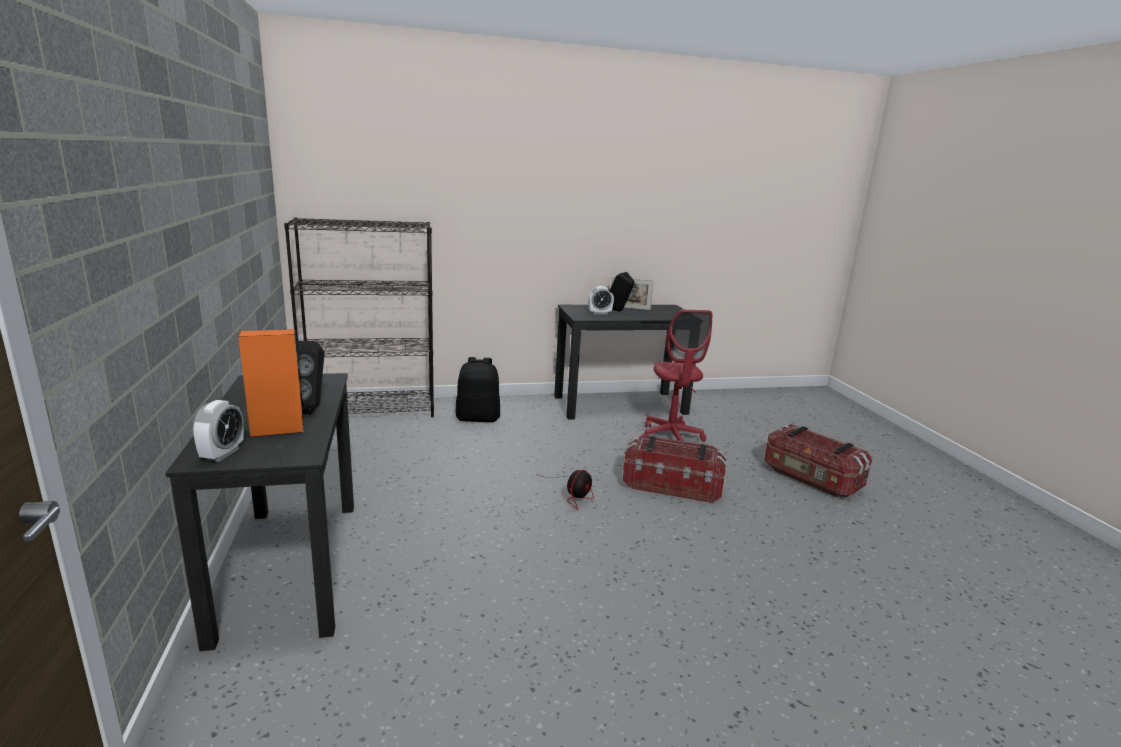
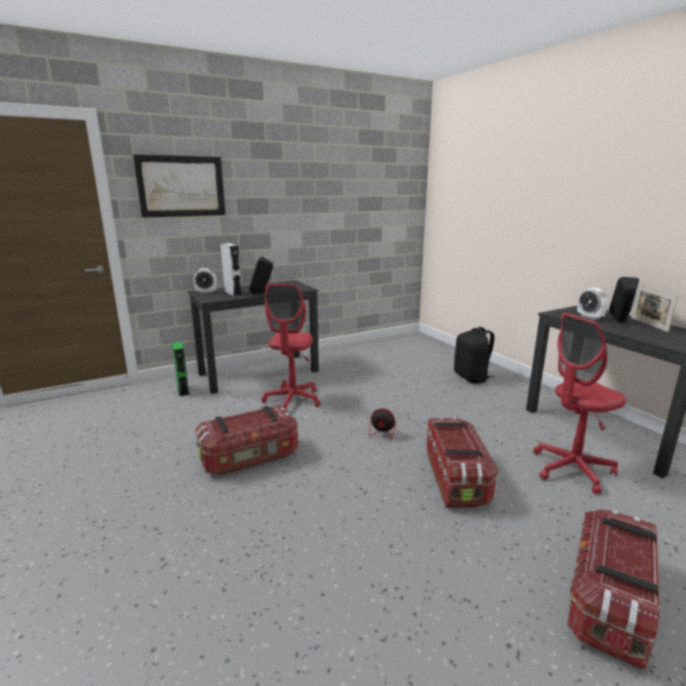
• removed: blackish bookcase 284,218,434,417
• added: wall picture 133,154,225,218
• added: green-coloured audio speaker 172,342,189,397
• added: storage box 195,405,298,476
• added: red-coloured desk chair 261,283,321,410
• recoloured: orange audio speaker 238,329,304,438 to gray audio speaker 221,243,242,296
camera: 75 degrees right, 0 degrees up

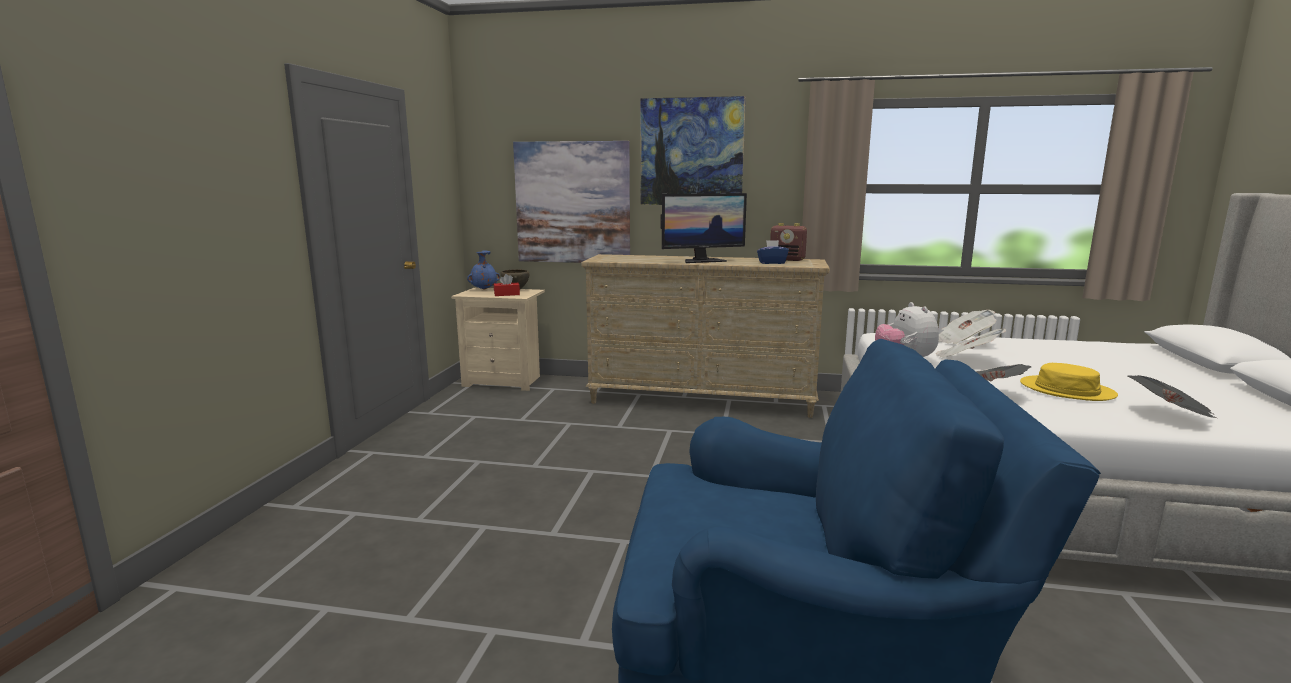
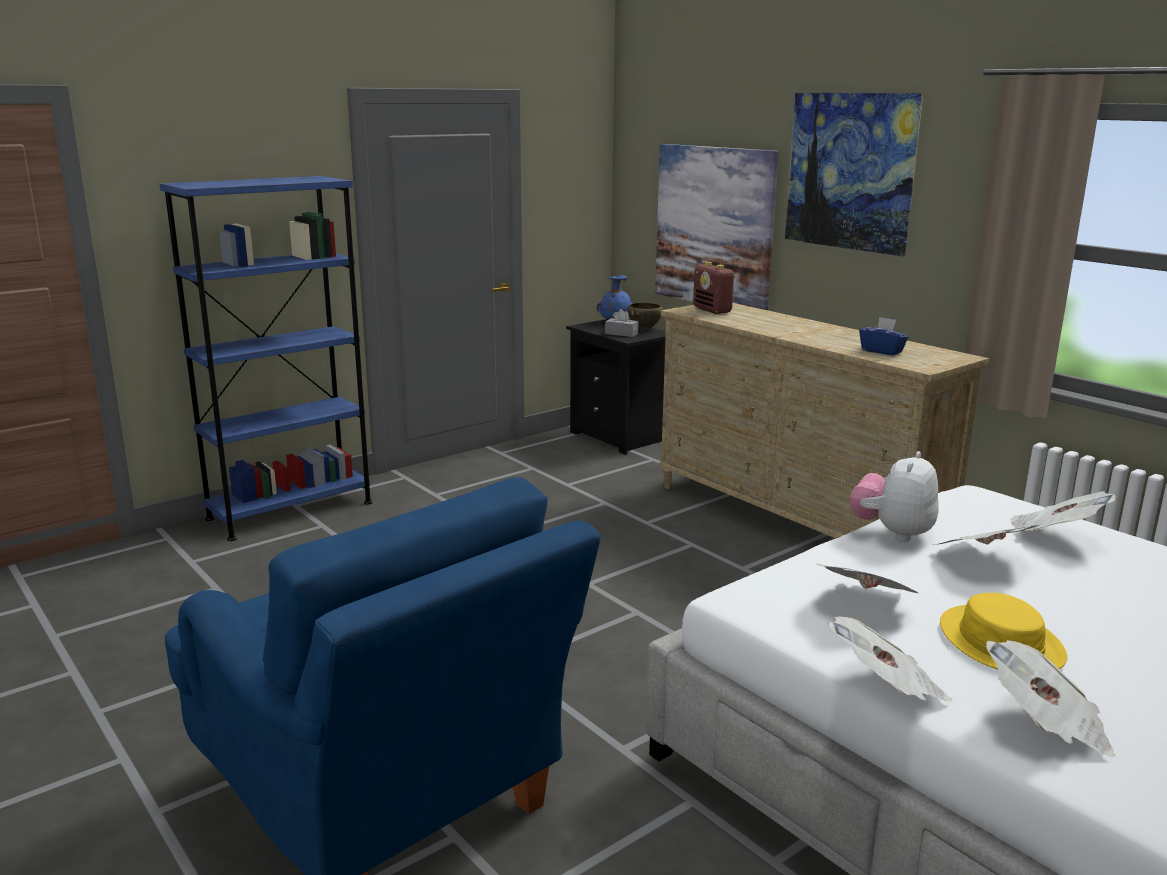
• removed: computer screen 660,193,747,263
• added: blue bookcase 160,176,372,541
• added: printed paper 827,617,952,702
• moved: radio 770,223,807,261 to 693,262,736,314
• recoloured: beige-coloured bedside table 451,287,545,391 to blackish bedside table 566,319,666,455
• recoloured: red-coloured box of tissues 494,274,520,296 to gray box of tissues 605,309,639,337
camera: 40 degrees right, 5 degrees up

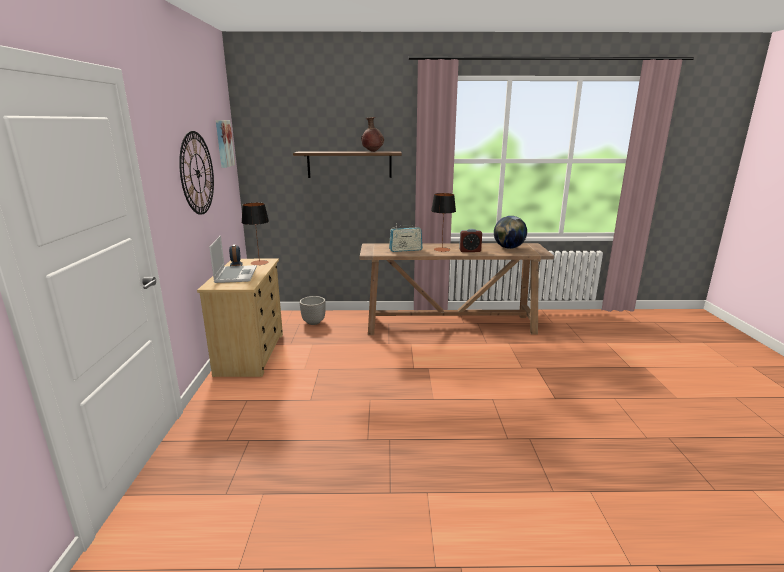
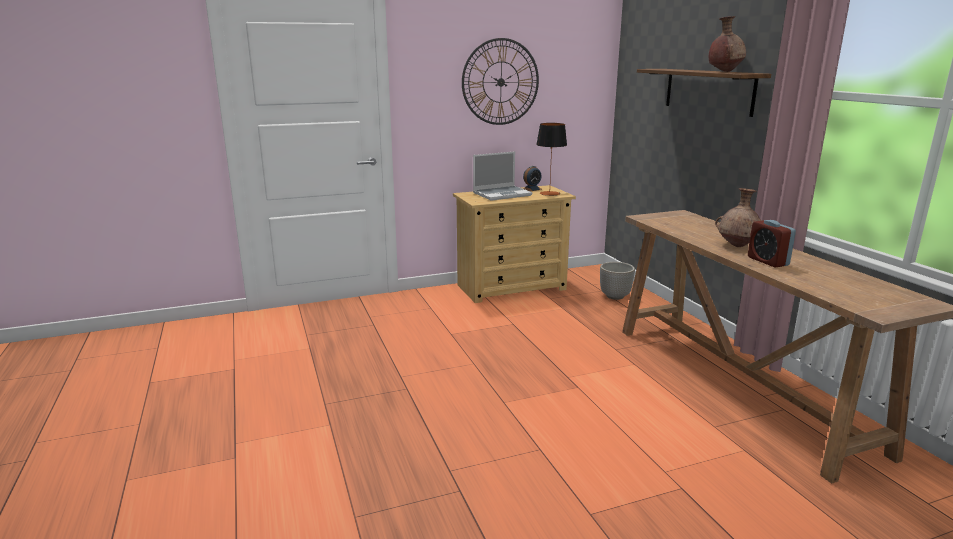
• removed: wall picture 216,120,235,168
• removed: radio 389,224,423,252
• removed: desk globe 494,216,527,249
• replaced: lamp for a table 431,193,456,252 to brownish decorative vase 715,188,763,247
camera: 70 degrees right, 0 degrees up

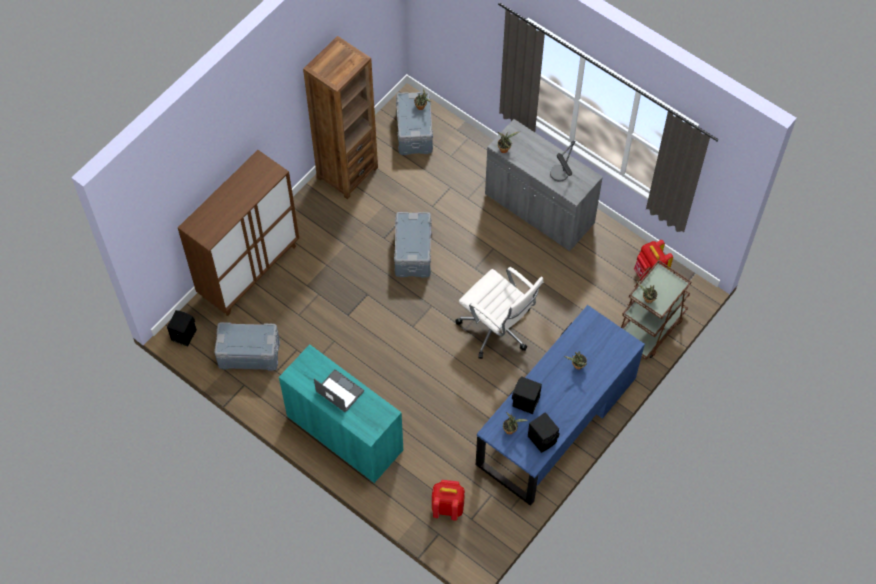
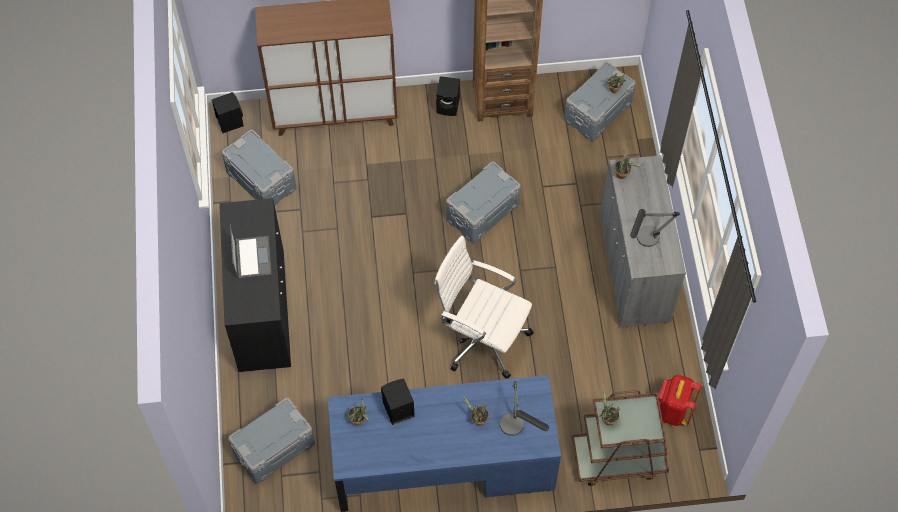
• added: lamp for a table 500,381,549,436
• moved: blackish audio speaker 528,412,560,453 to 436,76,460,116
• replaced: red-coloured rucksack 432,480,465,521 to gray storage box 228,398,315,484
• recoloured: turquoise-coloured cabinet 279,344,403,483 to blackish cabinet 219,198,291,372
• turned: whitish desk chair 455,267,544,359 = 434,236,534,379 120 degrees clockwise
camera: 45 degrees right, 0 degrees up

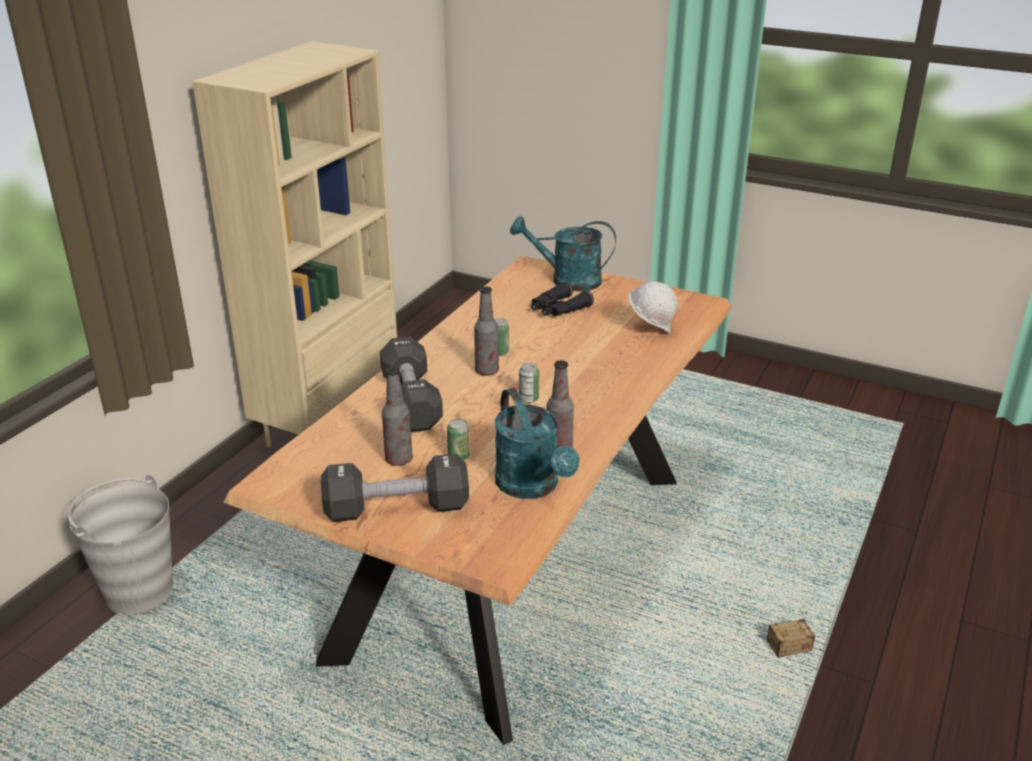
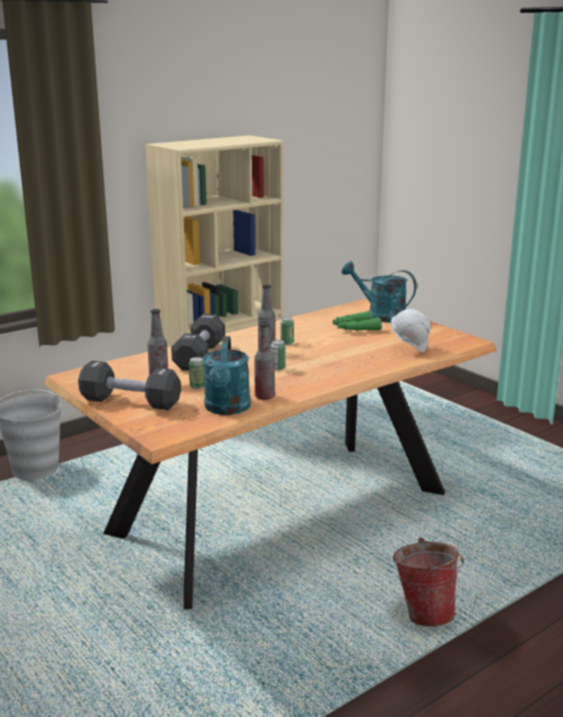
• replaced: storage box 737,614,815,658 to bucket 393,538,465,627
• recoloured: blackish field glasses 531,281,594,316 to green-coloured field glasses 333,311,382,331
camera: 25 degrees right, 10 degrees down

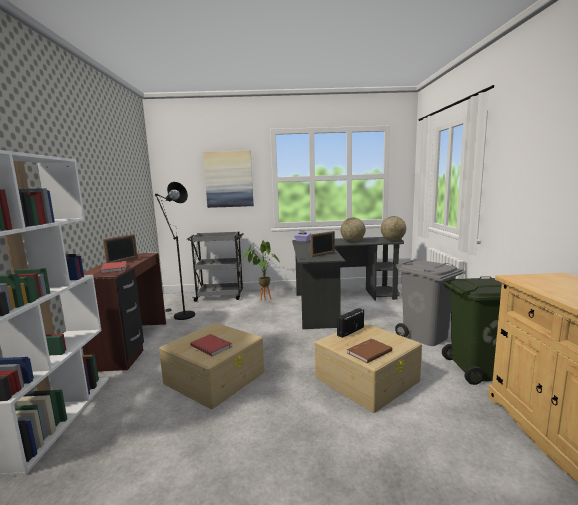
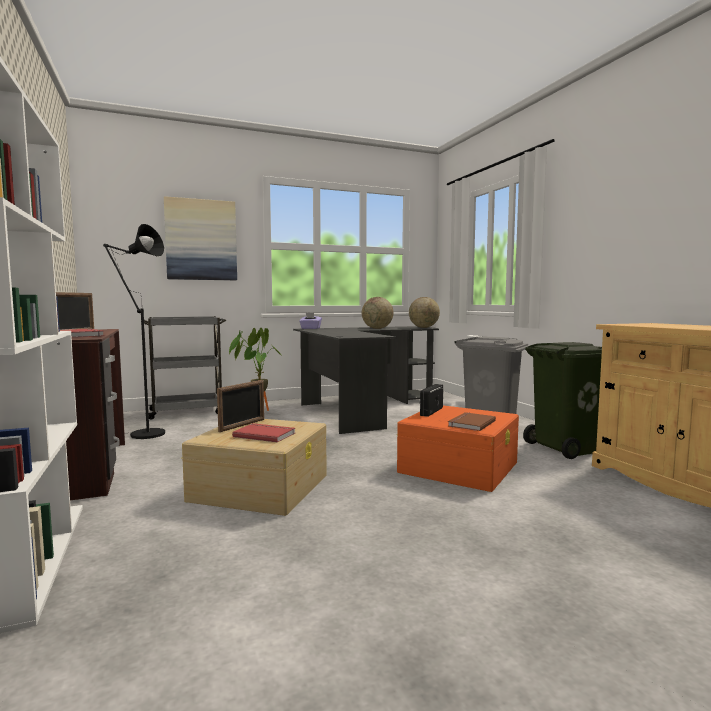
• moved: photo frame 310,231,335,257 to 217,380,264,432
• recoloured: beige-coloured storage box 314,322,422,413 to orange storage box 397,405,519,492
camera: 20 degrees left, 5 degrees down

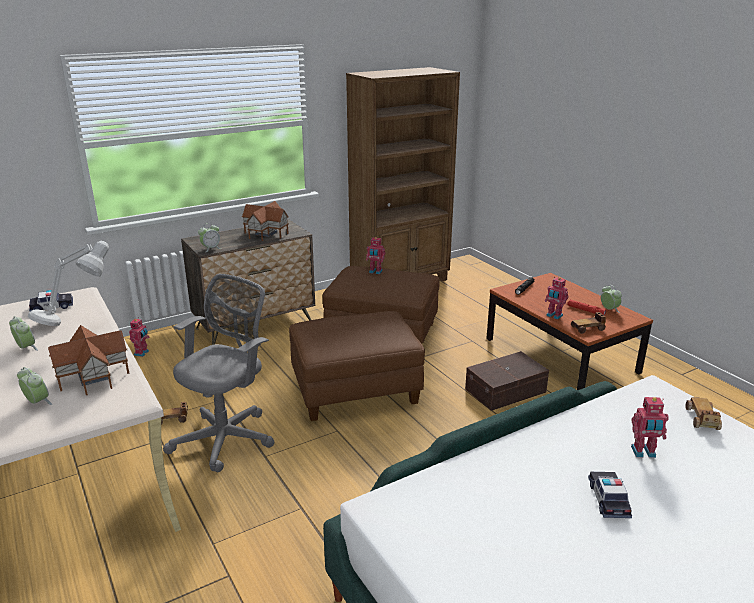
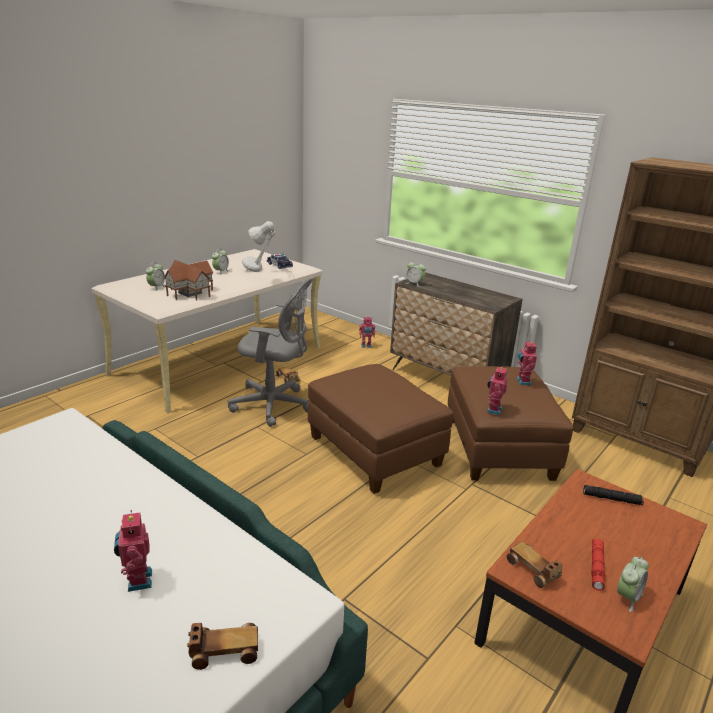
• removed: model house 242,201,289,241
• removed: brownish storage box 465,351,549,411
• removed: miniature car 588,472,632,518
• moved: model robot 545,277,569,320 to 487,366,507,415
camera: 70 degrees right, 0 degrees up

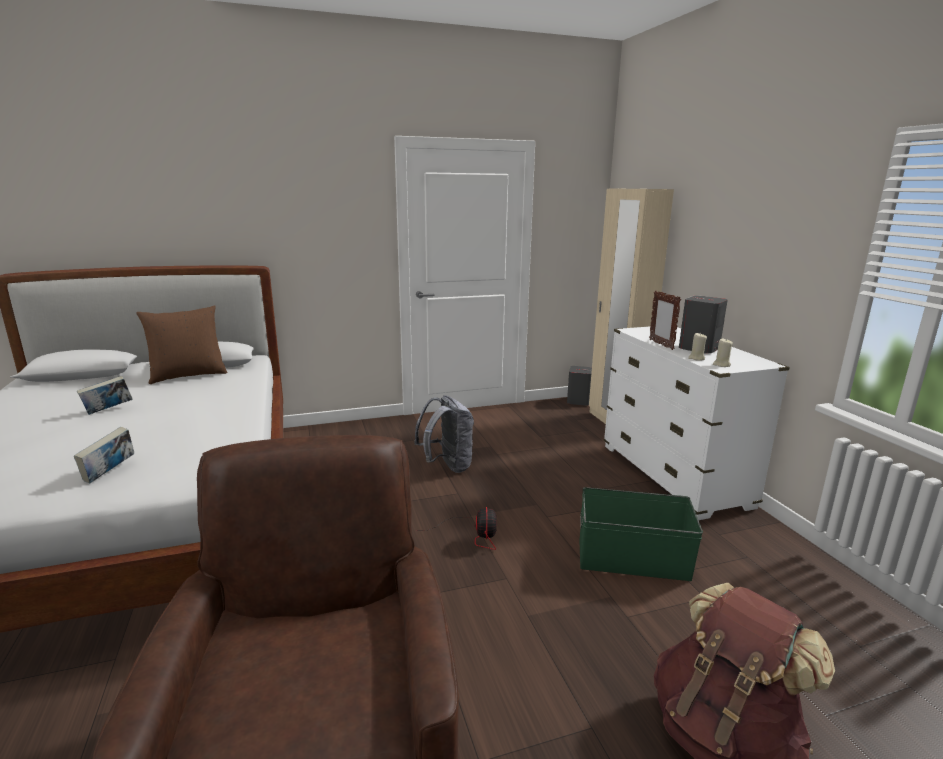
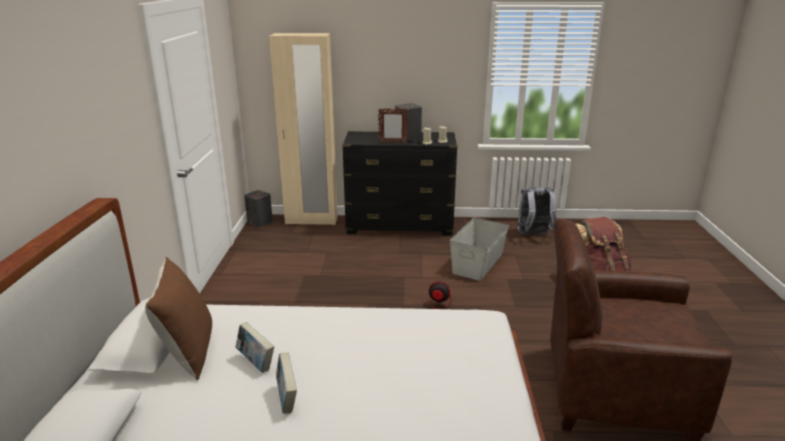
• moved: book 74,427,134,484 to 236,322,274,373
• moved: gray rucksack 414,395,474,473 to 517,187,557,235
• recoloured: green-coloured storage box 579,487,703,581 to gray storage box 450,218,509,281
• recoloured: whitish dresser 604,326,790,520 to blackish dresser 342,131,458,236
camera: 70 degrees left, 5 degrees up

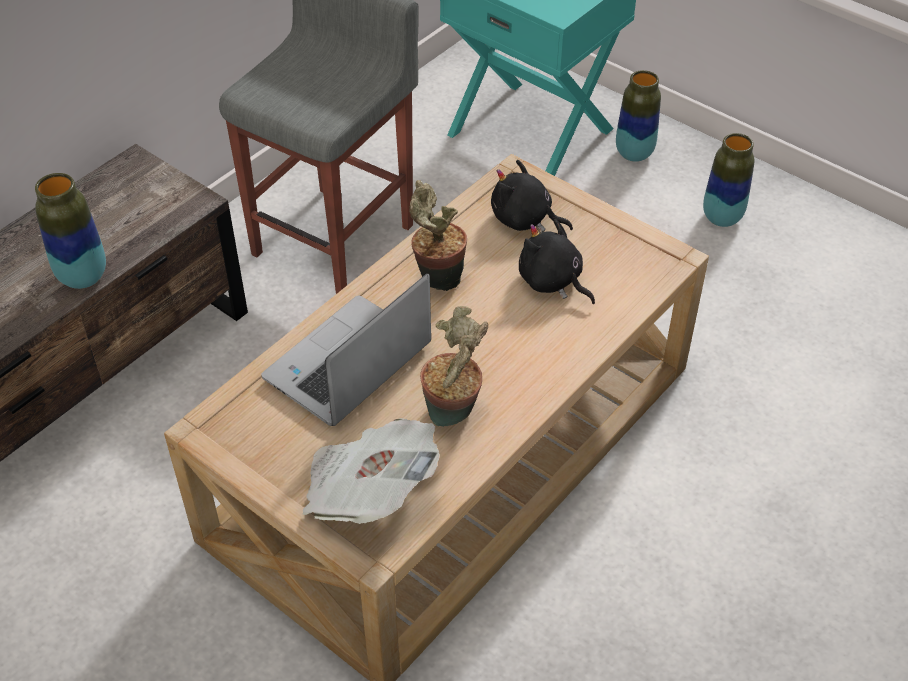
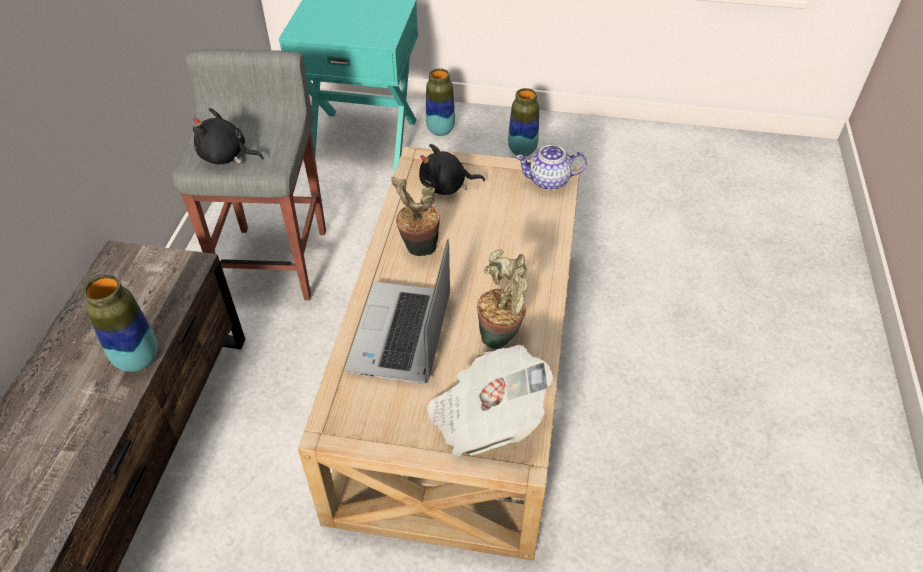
• added: teapot 515,145,587,190
• moved: blackish cuddly toy 519,219,595,304 to 193,108,264,165
camera: 30 degrees left, 0 degrees up

